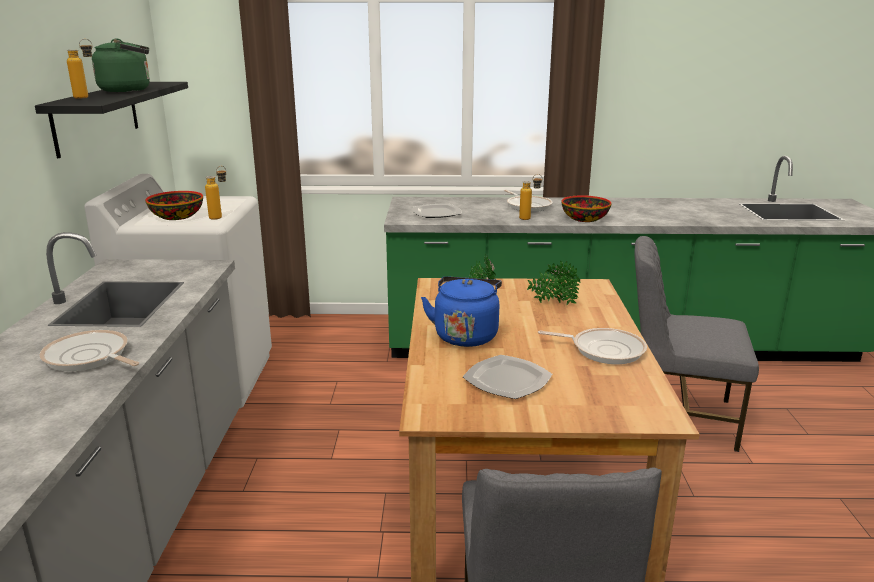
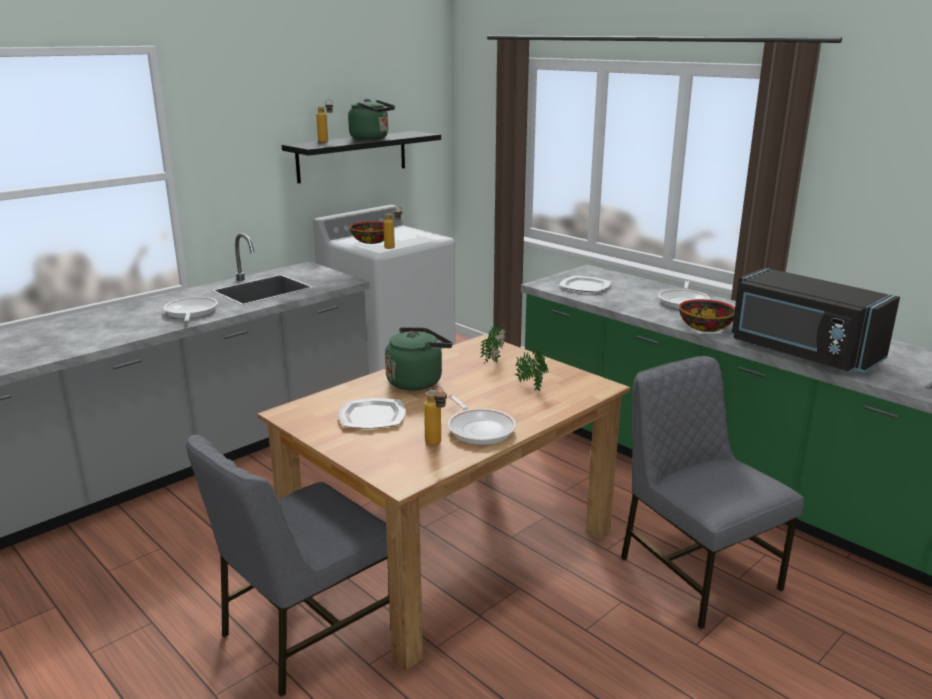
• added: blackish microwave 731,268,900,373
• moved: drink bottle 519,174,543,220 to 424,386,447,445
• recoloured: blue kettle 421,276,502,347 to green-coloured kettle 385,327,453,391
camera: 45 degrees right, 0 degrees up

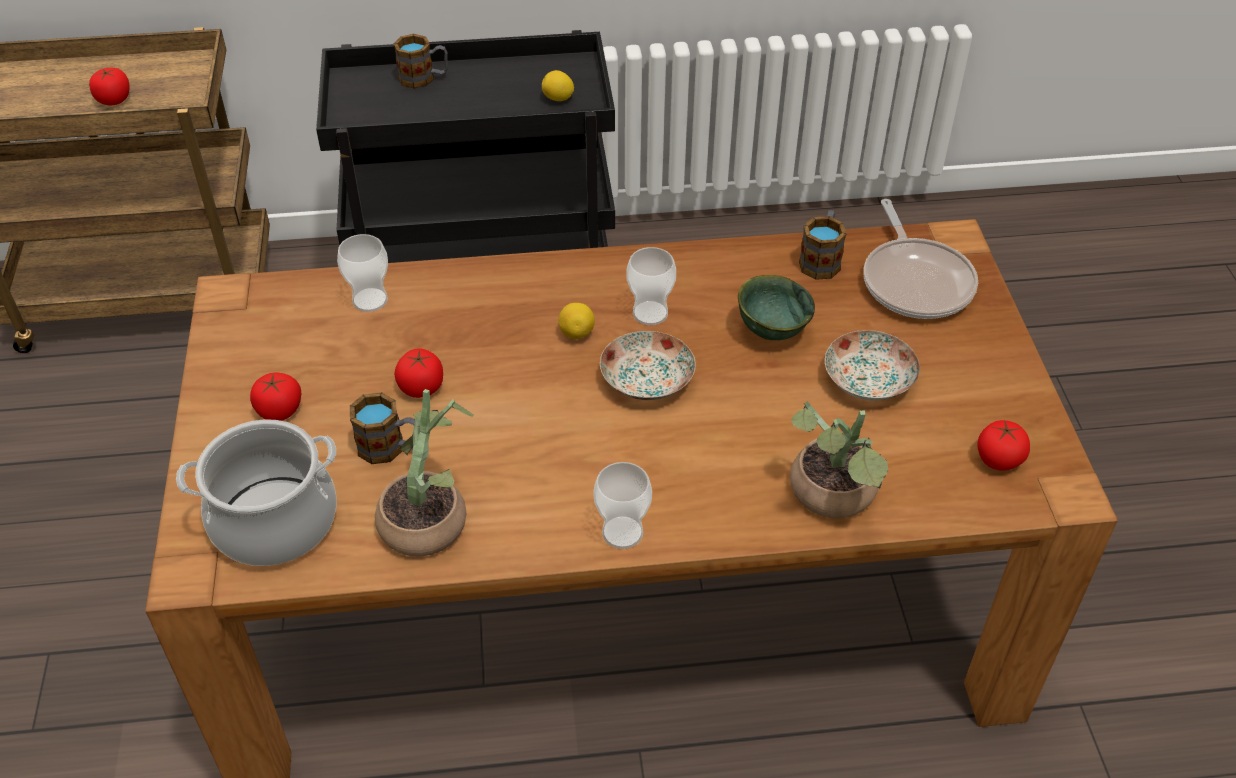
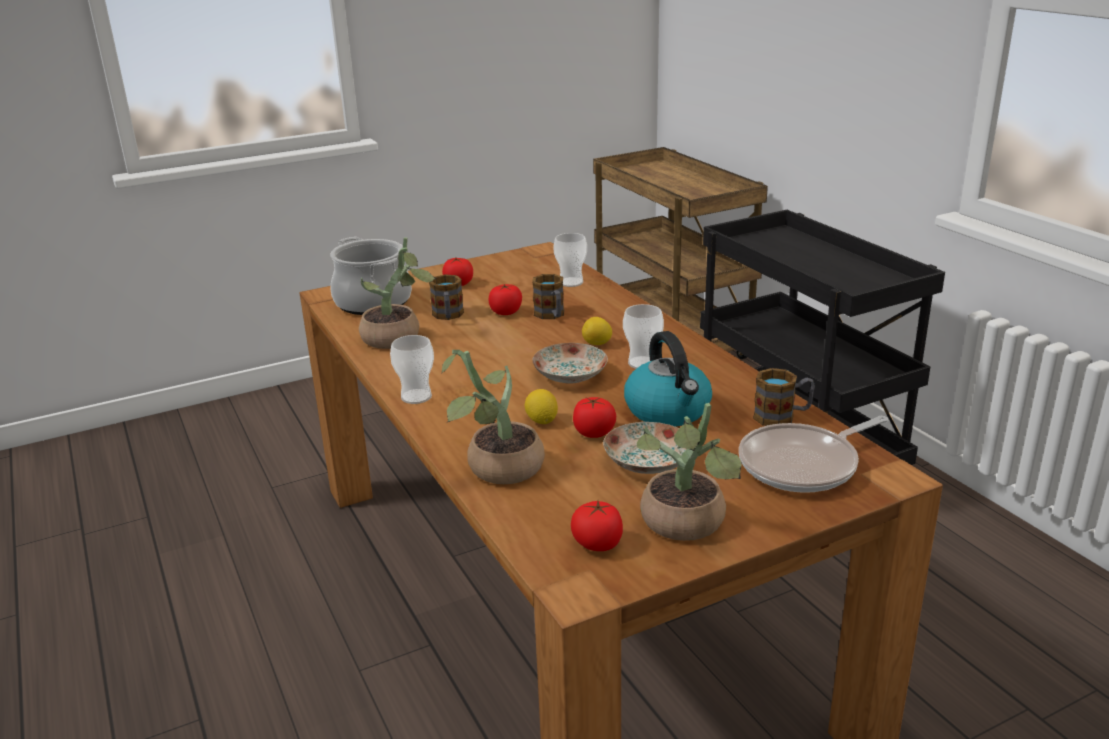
• added: houseplant 637,403,742,541
• moved: tomato 89,68,129,105 to 573,397,616,438
• moved: coffee mug 393,34,448,89 to 532,274,564,319
• moved: citrus fruit 542,70,574,101 to 525,389,558,424
• replaced: green-coloured bowl 738,275,815,340 to kettle 624,331,712,426
camera: 70 degrees right, 20 degrees down

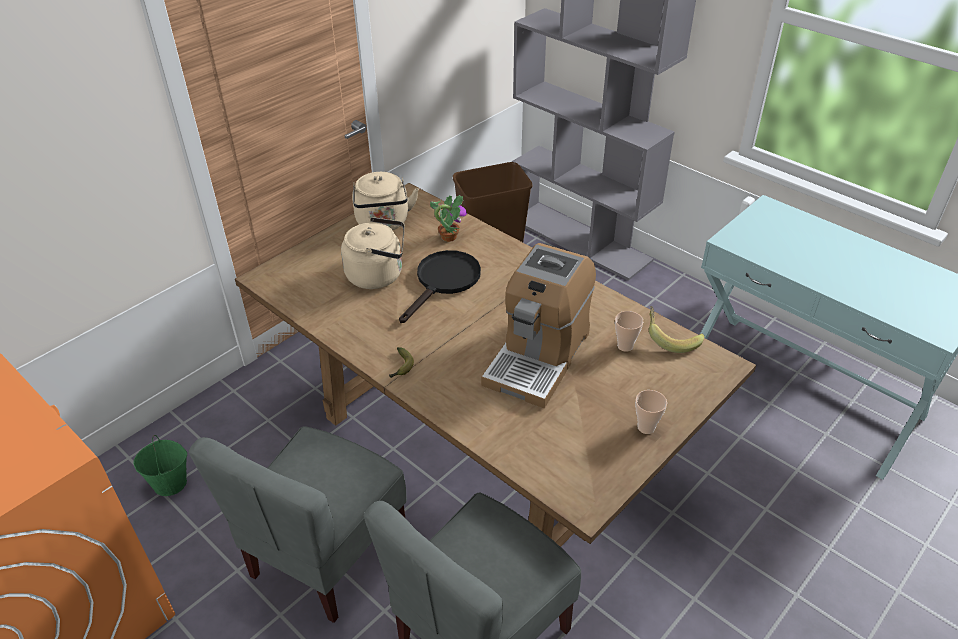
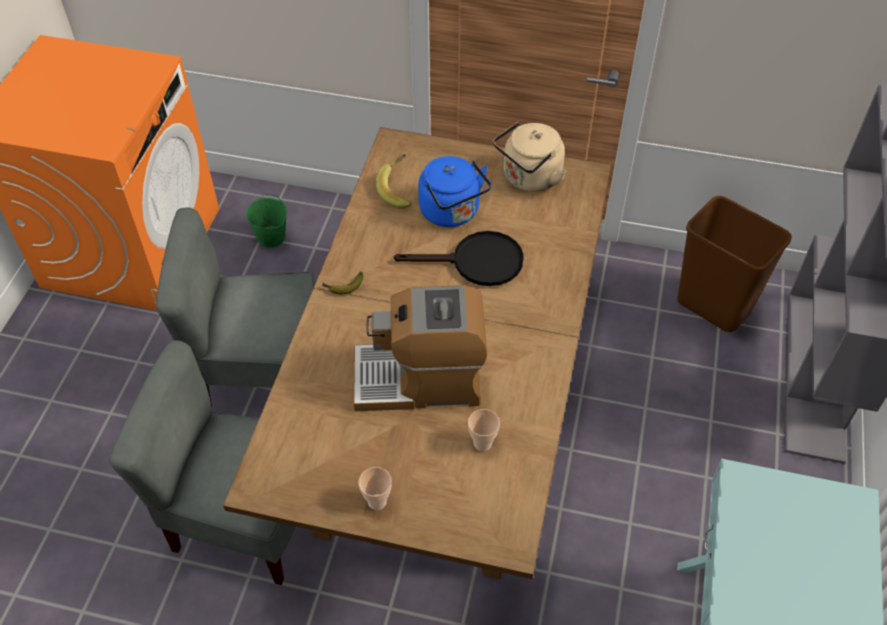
• removed: houseplant 430,195,467,242
• moved: banana 649,306,704,353 to 376,154,411,209
• recoloured: beige-coloured kettle 341,217,405,289 to blue kettle 418,156,491,227
camera: 60 degrees right, 10 degrees up

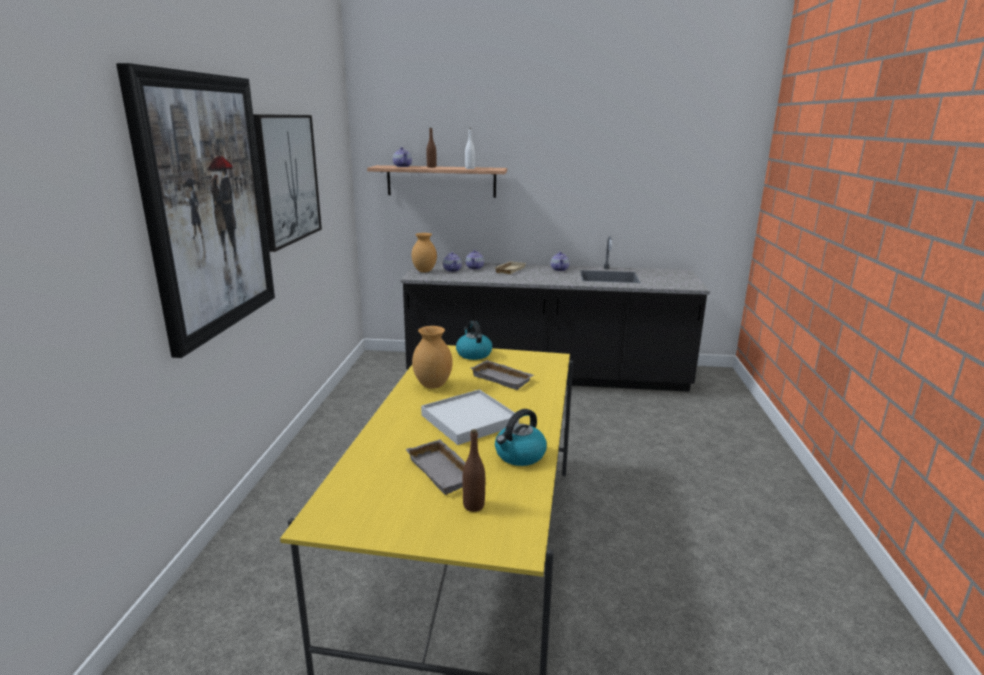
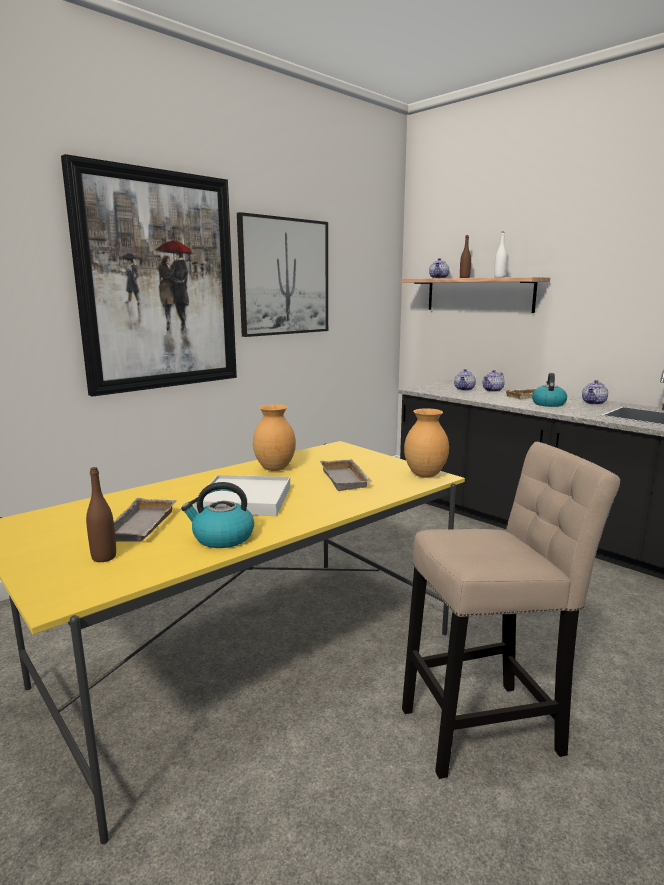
• added: beige-coloured sitting stool 402,442,620,779
• moved: brownish decorative vase 412,233,437,272 to 404,408,449,478
• moved: kettle 456,321,492,360 to 532,373,567,407
camera: 40 degrees right, 5 degrees down

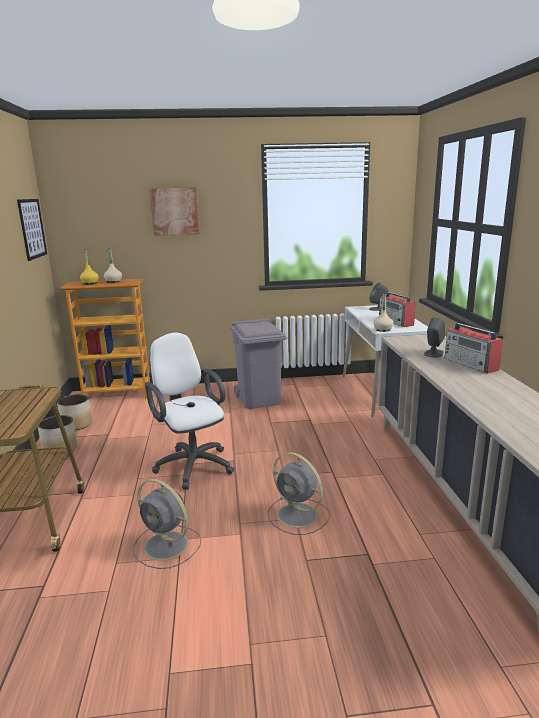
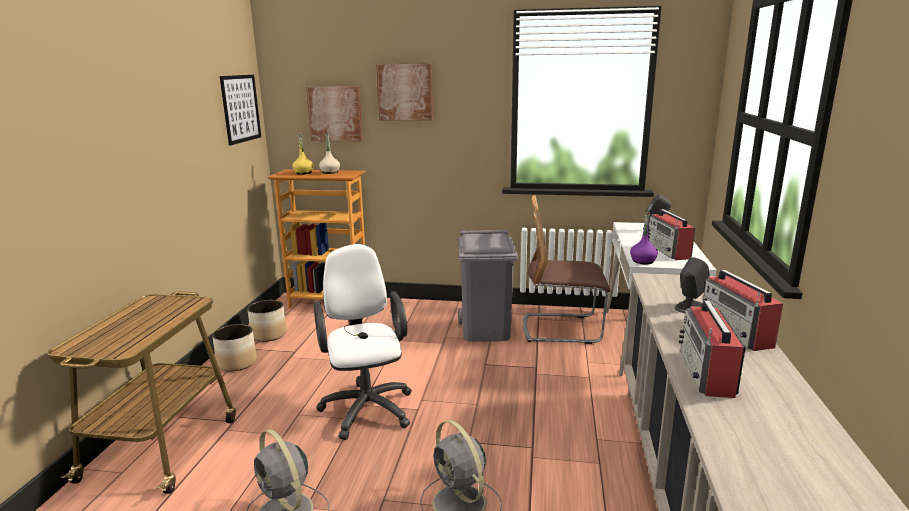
• added: wall picture 306,86,363,141
• added: plain chair 523,195,610,344
• added: radio 679,300,746,398
• recoloured: beige-coloured drink bottle 373,293,393,332 to purple drink bottle 630,212,658,264
camera: 15 degrees right, 0 degrees up

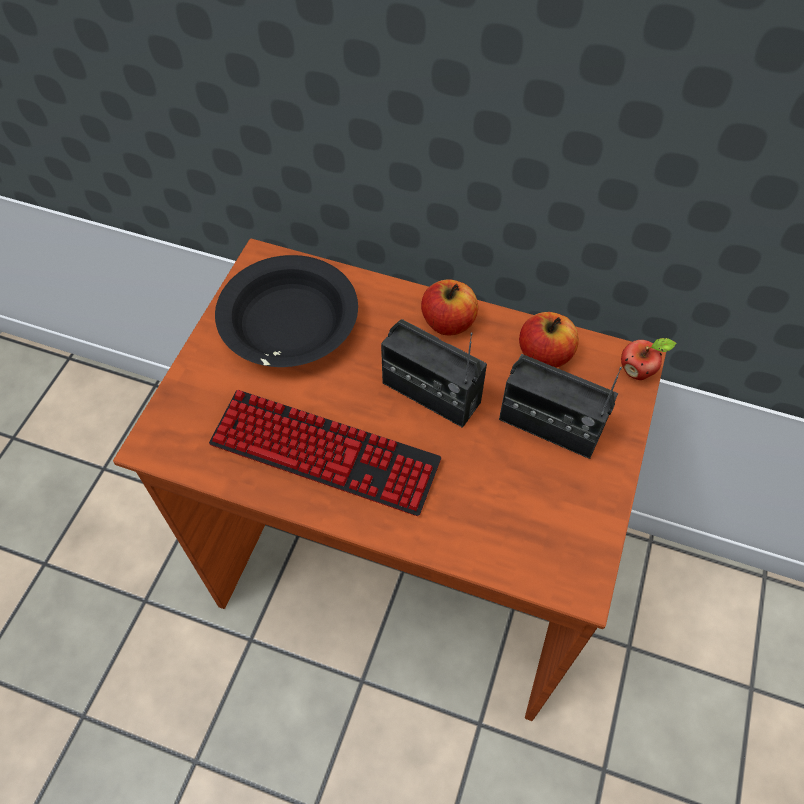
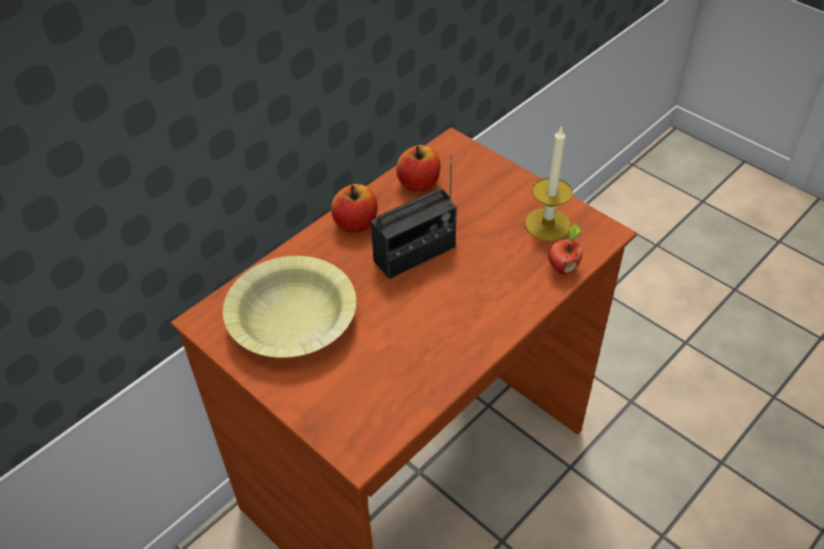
• removed: keyboard 209,390,441,516
• removed: radio 499,354,622,459
• added: wax light 525,125,573,241
• moved: apple fruit 621,338,676,380 to 548,224,583,275
• recoloured: blackish bowl 215,255,358,367 to yellow bowl 223,256,356,358
camera: 65 degrees left, 10 degrees down

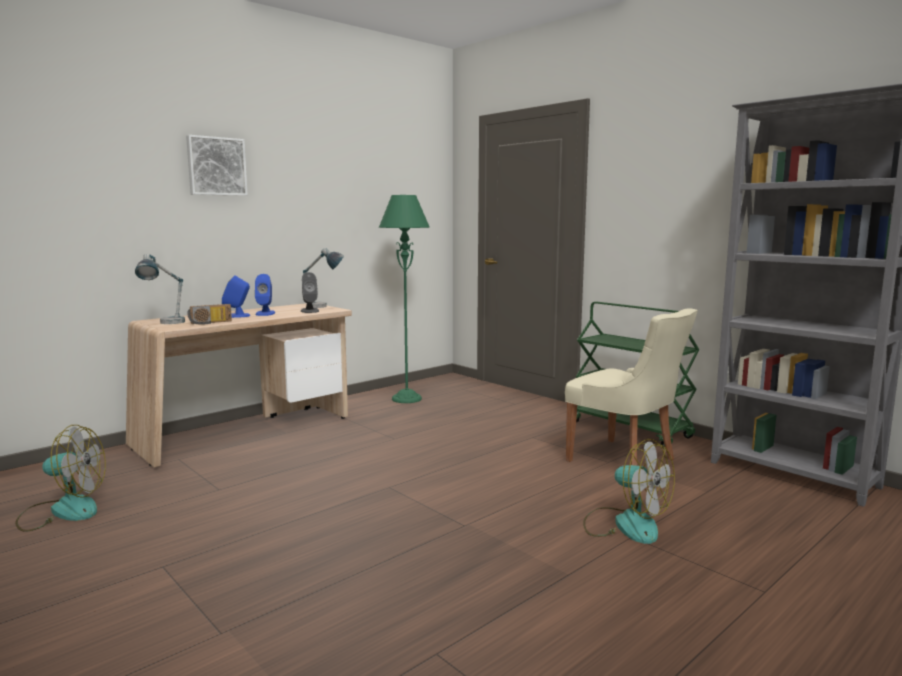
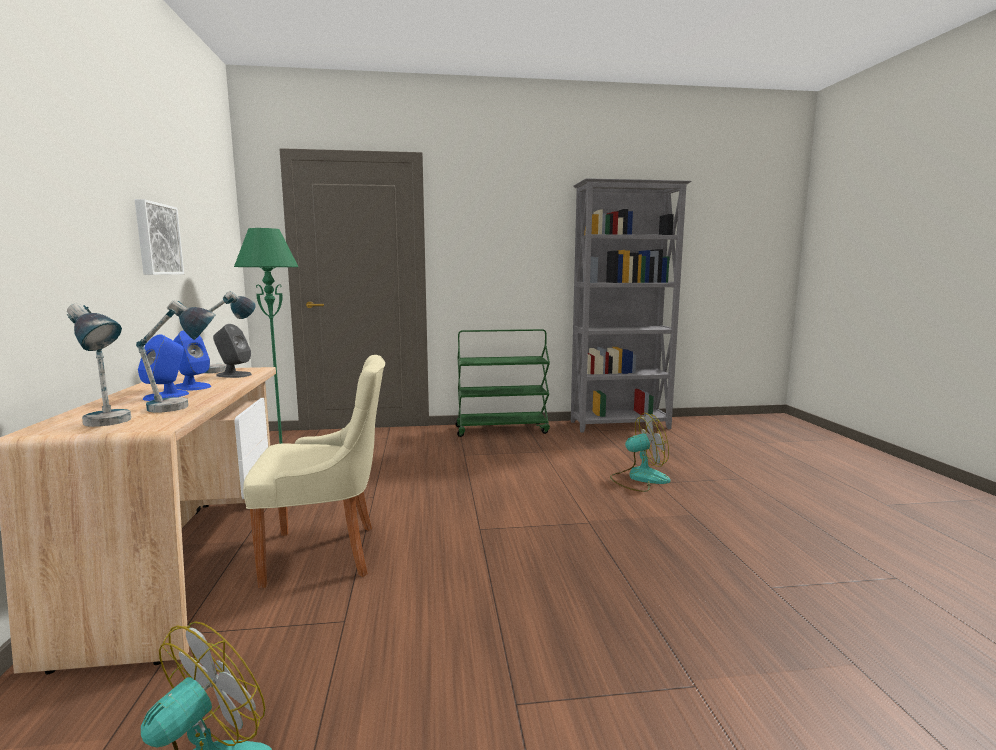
• moved: wall picture 186,135,248,196 to 135,199,184,275
• moved: beige-coloured plain chair 565,309,698,466 to 243,355,385,588
• replaced: radio 187,304,232,325 to lamp for a table 136,300,216,413
camera: 55 degrees left, 0 degrees up

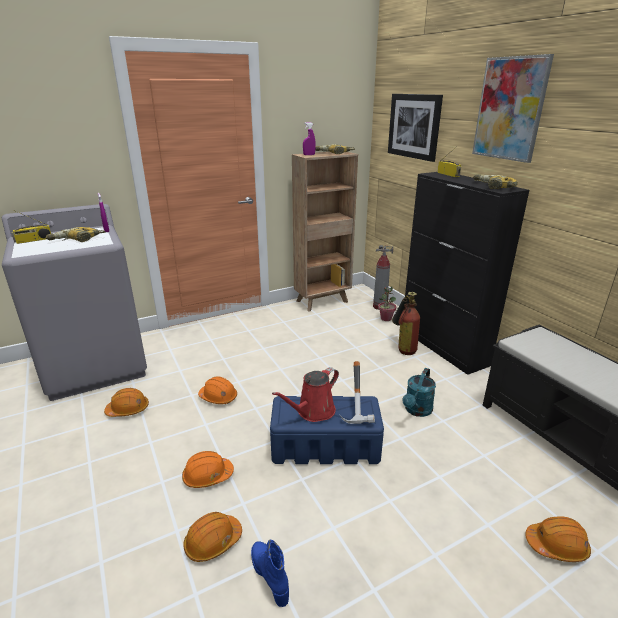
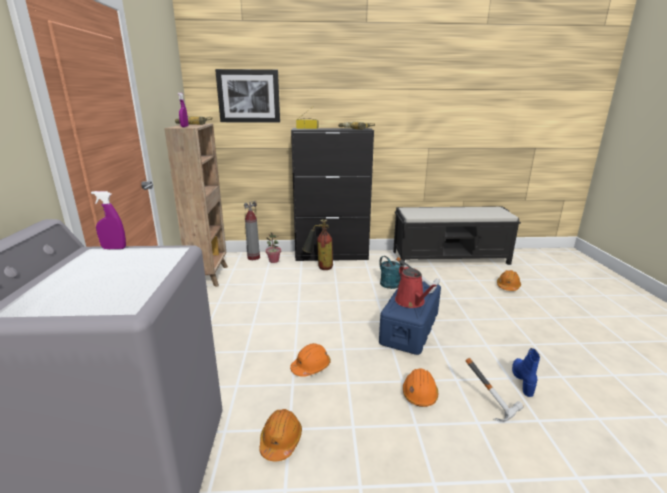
• removed: radio 11,211,51,244
• removed: power drill 45,227,106,242
• removed: wall picture 472,54,554,163
• replaced: orange hard hat 183,512,242,562 to tool hammer 465,358,524,422
• turned: blue high-top boot 251,540,289,607 = 512,348,540,397 105 degrees clockwise
camera: 65 degrees left, 5 degrees down

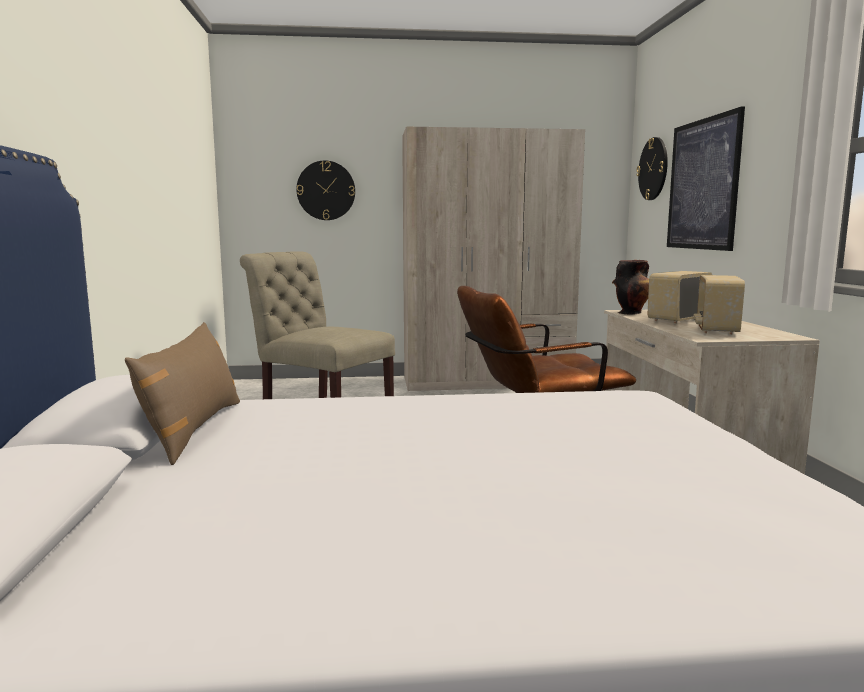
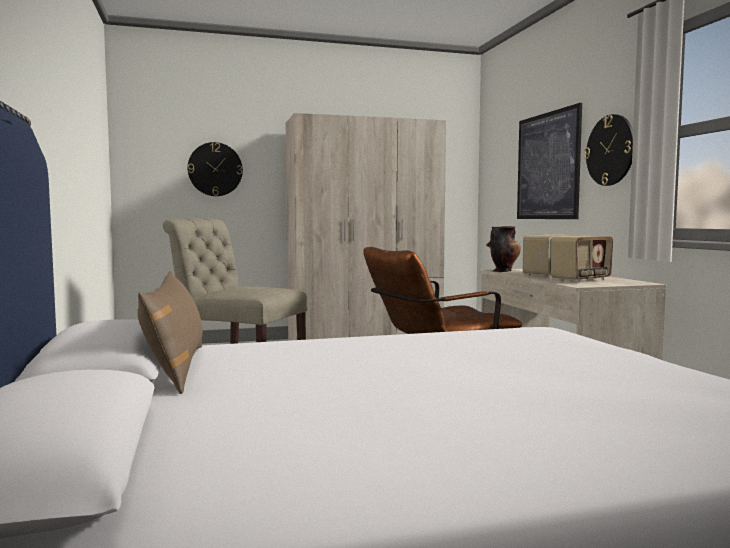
• moved: clock on the wall 636,137,668,200 to 584,114,633,186
• turned: radio 693,275,745,335 = 551,236,613,282 135 degrees counterclockwise
camera: 10 degrees left, 5 degrees down

